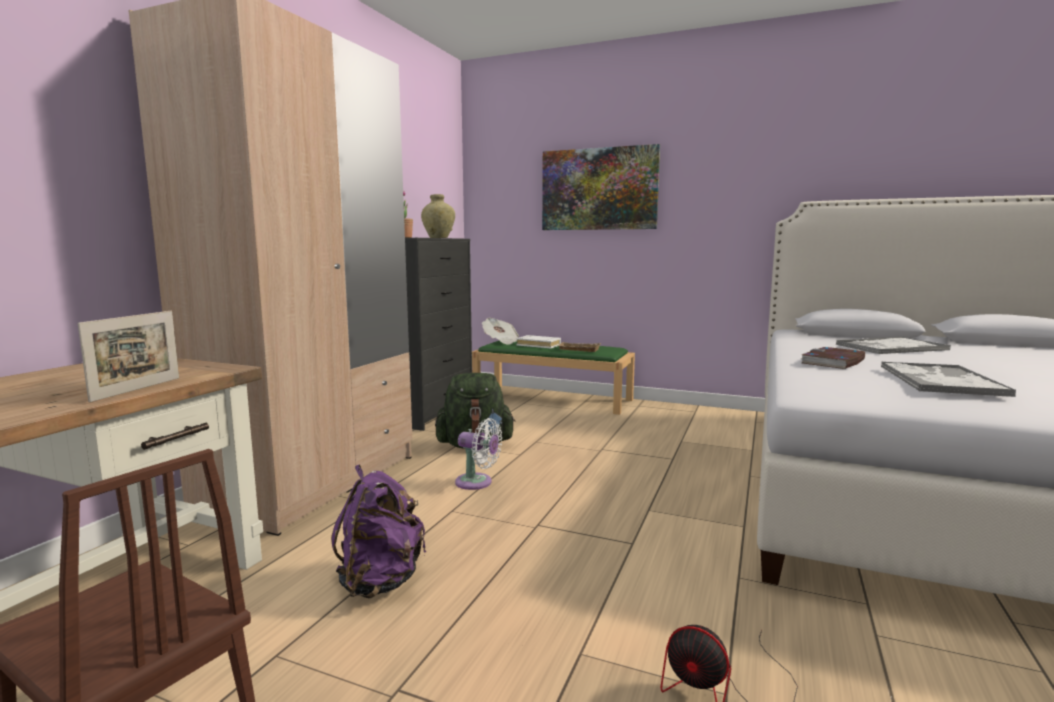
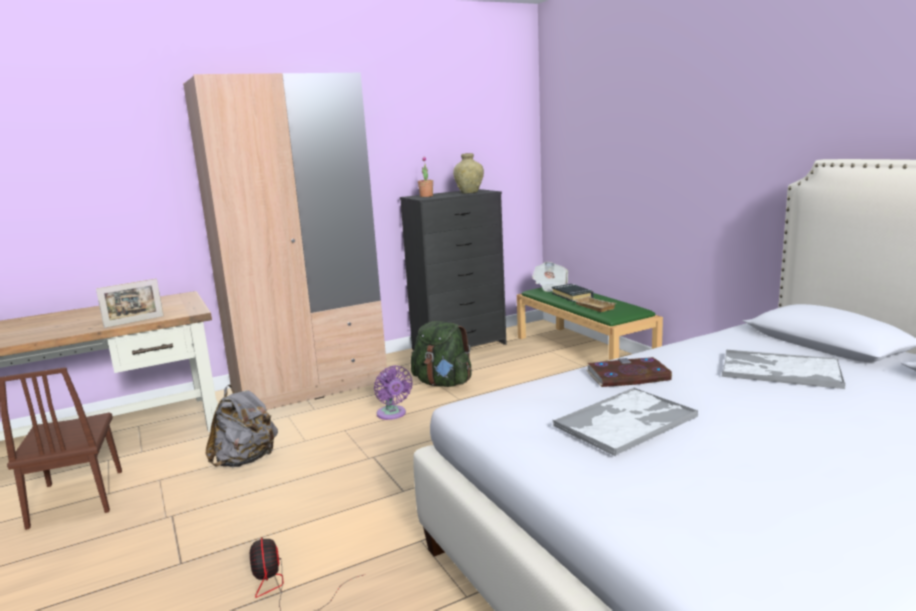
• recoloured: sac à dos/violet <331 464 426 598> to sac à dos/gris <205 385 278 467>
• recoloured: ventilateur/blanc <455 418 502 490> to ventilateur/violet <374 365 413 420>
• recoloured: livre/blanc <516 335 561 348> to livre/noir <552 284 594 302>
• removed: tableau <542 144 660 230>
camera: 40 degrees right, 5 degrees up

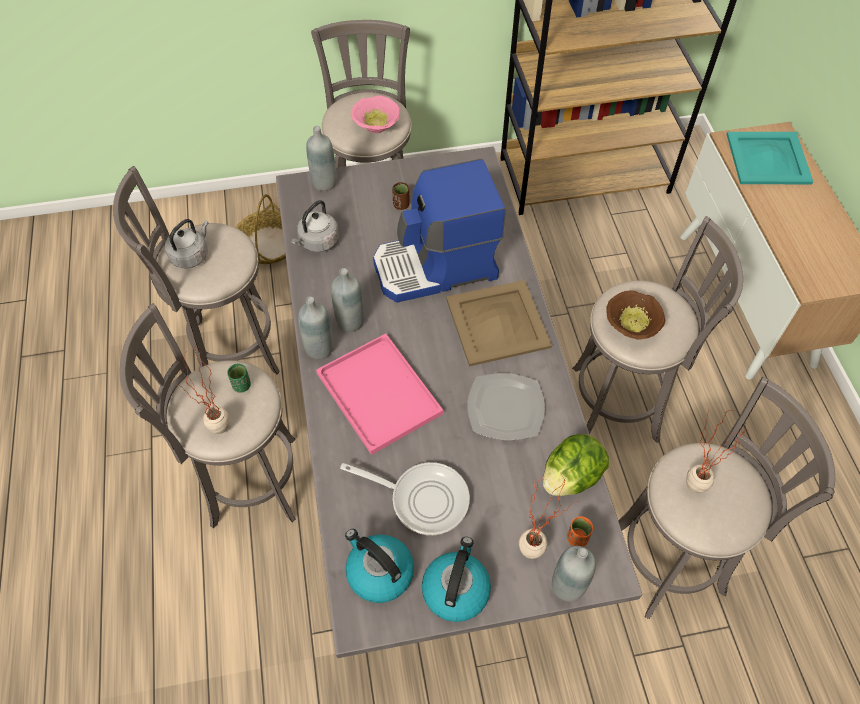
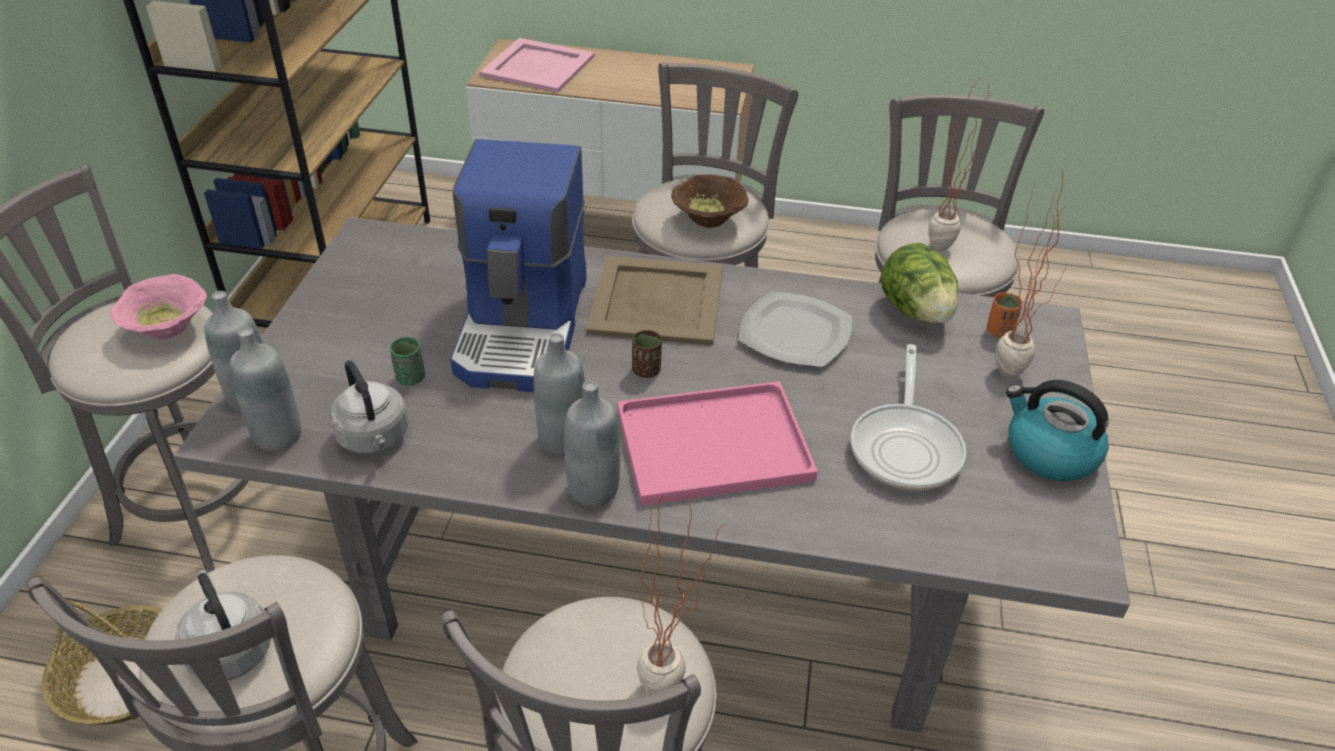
• moved: bouteille/gris <552 546 596 602> to <230 327 301 452>
• moved: tasse/vert <227 363 251 393> to <390 337 425 386>
• recoloured: plateau/turquoise <726 132 813 184> to plateau/rose <480 38 595 92>
• moved: tasse/marron <392 182 410 210> to <632 330 662 378>
• turned: poêle <340 462 470 535> = <850 344 966 490> 150 degrees clockwise
• removed: bouilloire <345 529 414 603>
camera: 70 degrees left, 15 degrees down

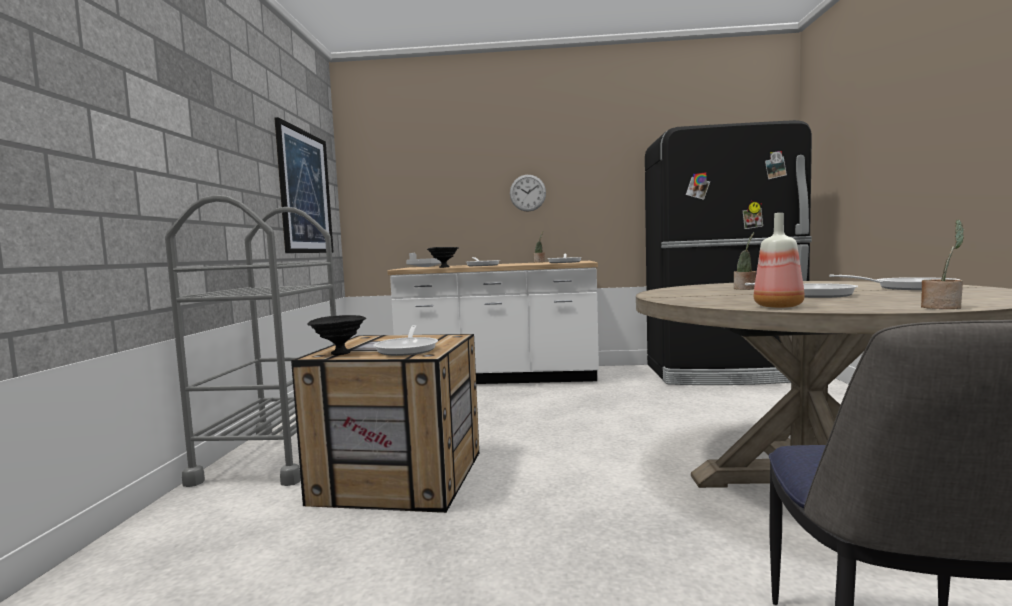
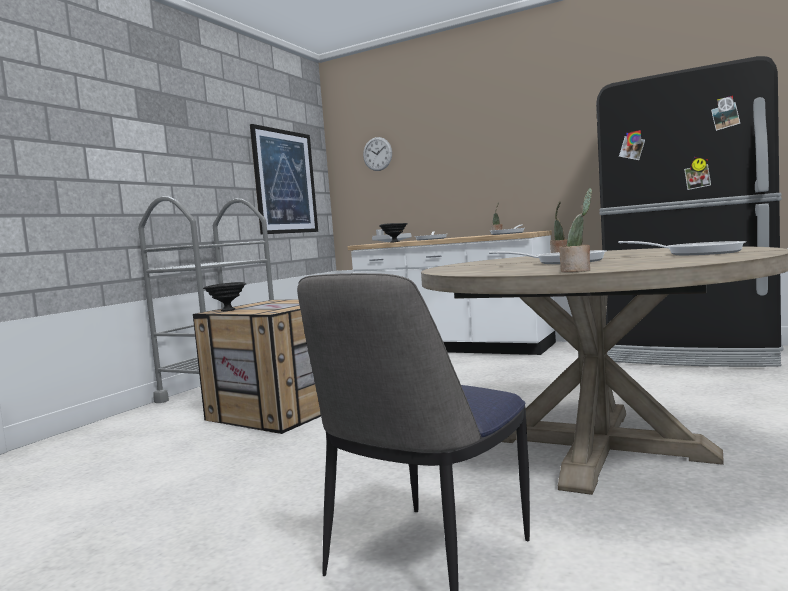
• moved: horloge murale <510 175 546 212> to <363 137 392 171>
• removed: poêle <373 325 438 356>
• removed: bouteille <754 213 805 308>
camera: 25 degrees right, 0 degrees up

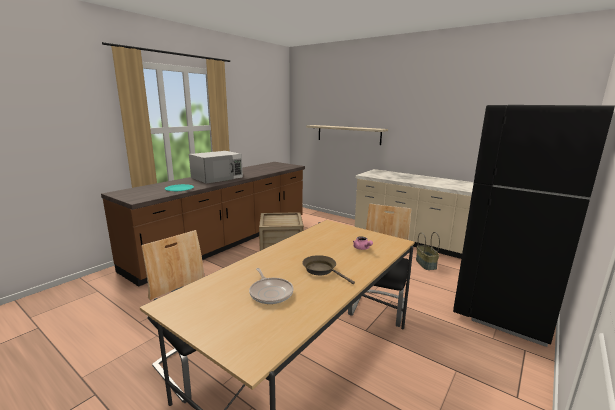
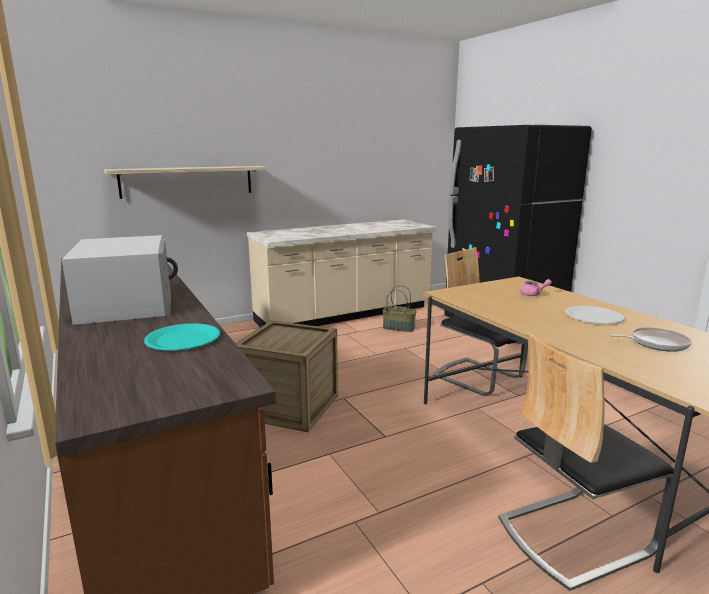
• replaced: poêle/marron <302 255 355 284> to assiette/blanc <565 306 624 324>
camera: 65 degrees left, 0 degrees up

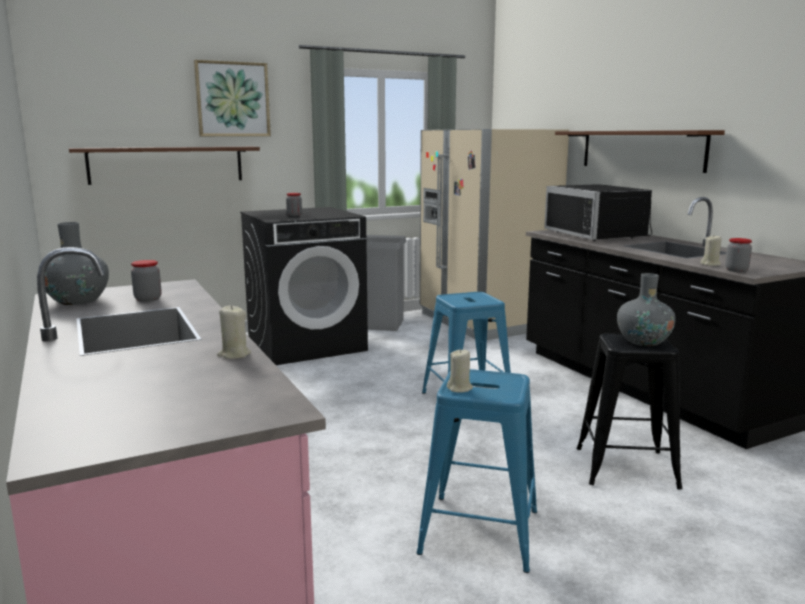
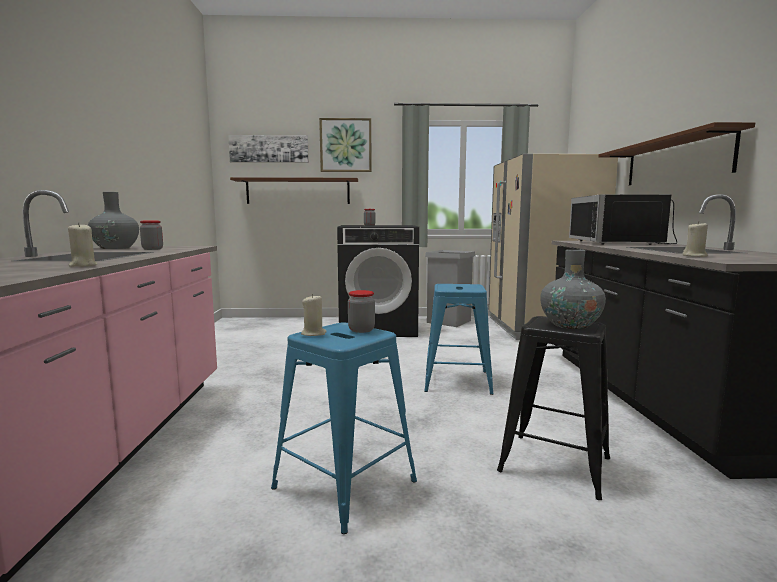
• added: tableau <228 135 309 163>
• moved: bocal <725 238 752 272> to <348 290 375 333>
camera: 25 degrees right, 5 degrees down

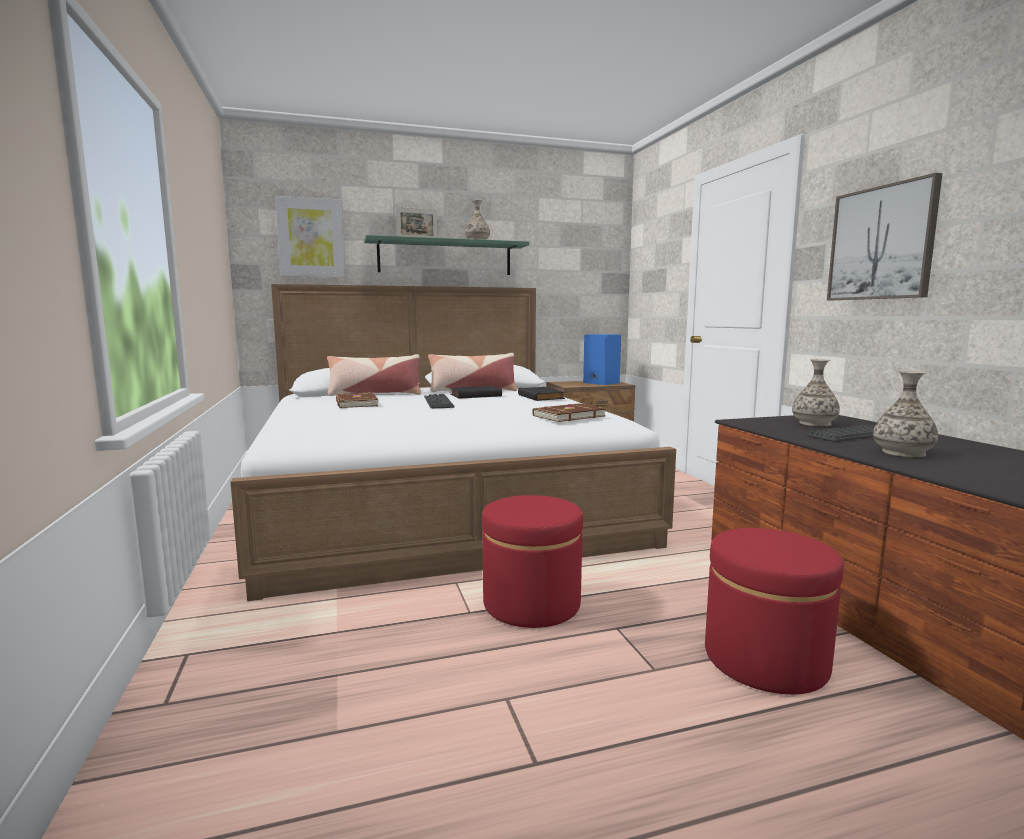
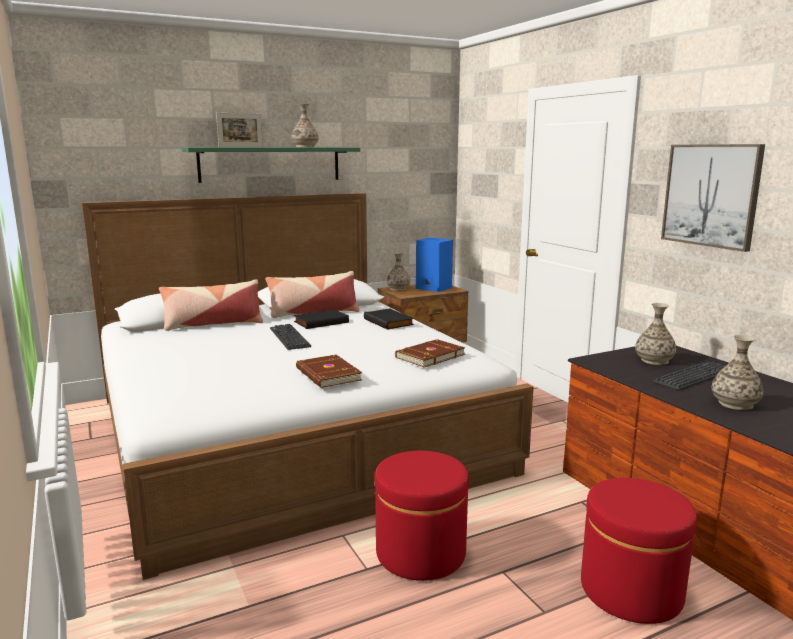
• moved: livre/marron <336 392 378 408> to <296 355 362 388>
• added: vase <386 252 410 291>
• removed: tableau <275 196 345 278>
camera: 10 degrees left, 5 degrees up

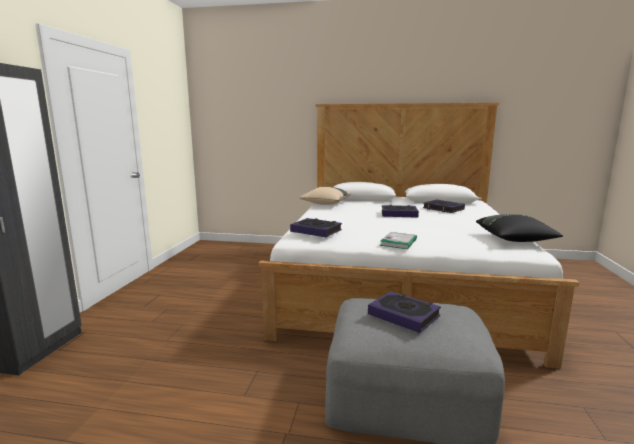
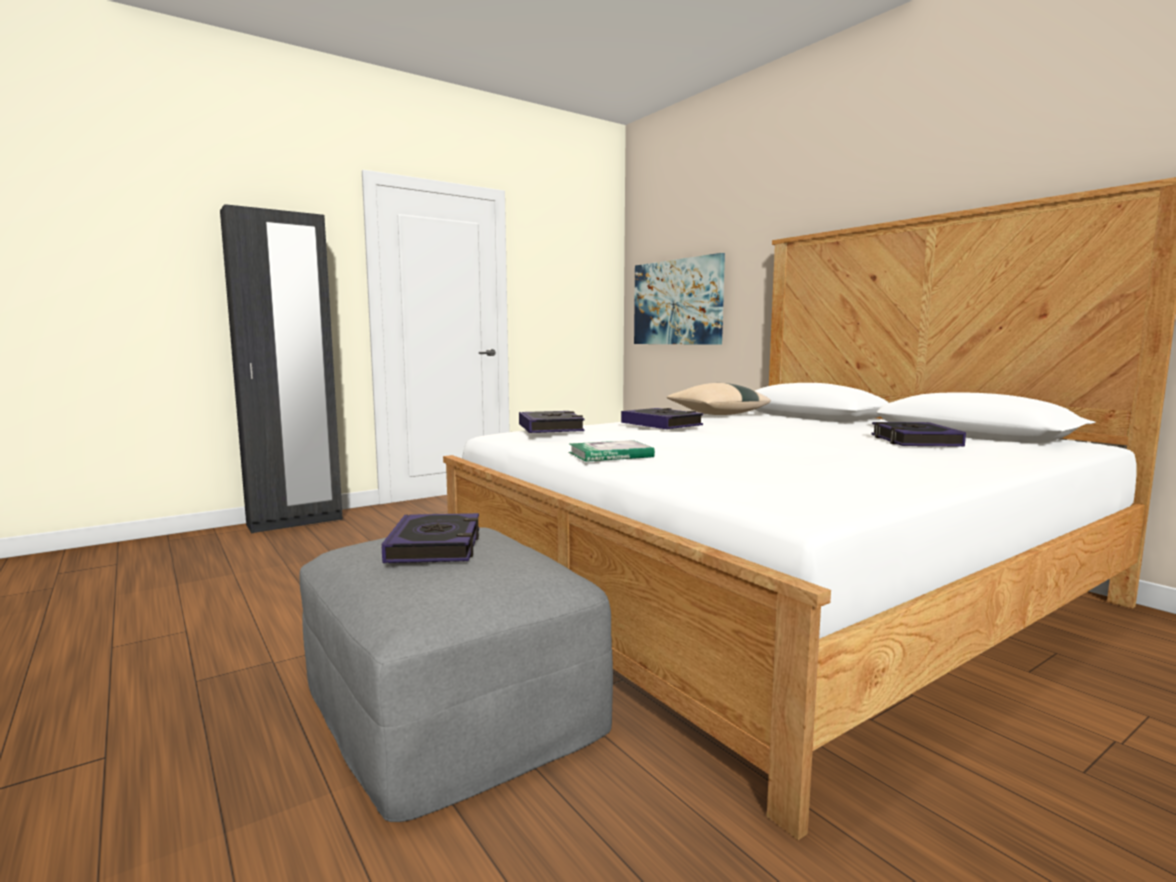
• moved: livre <382 205 419 218> to <621 408 703 429>
• added: tableau <634 253 725 345>
• removed: coussin/noir <476 214 563 242>
camera: 45 degrees right, 5 degrees down

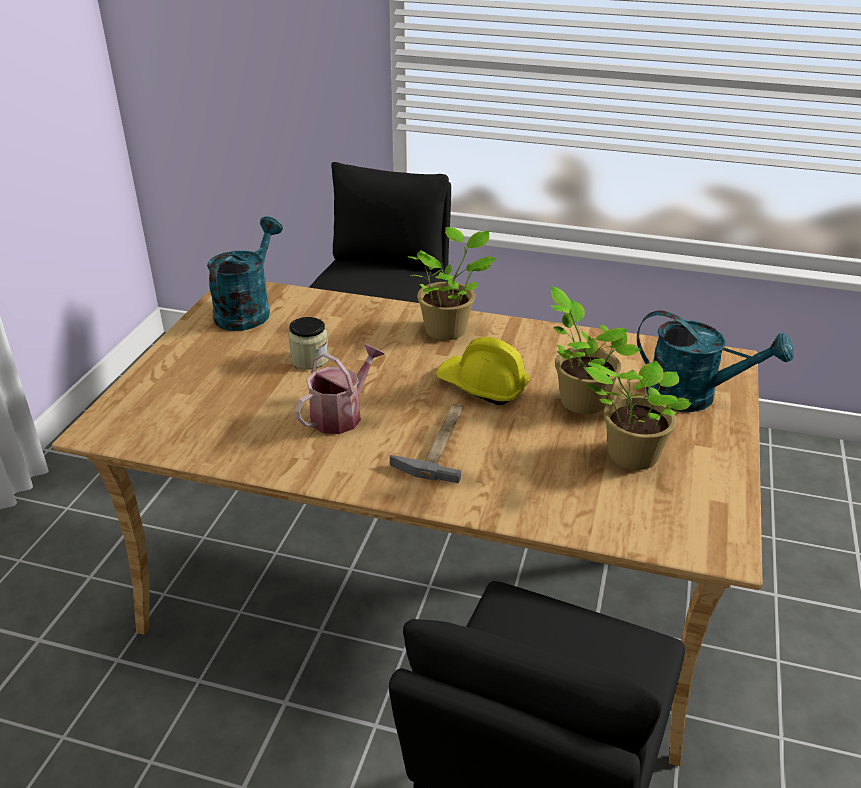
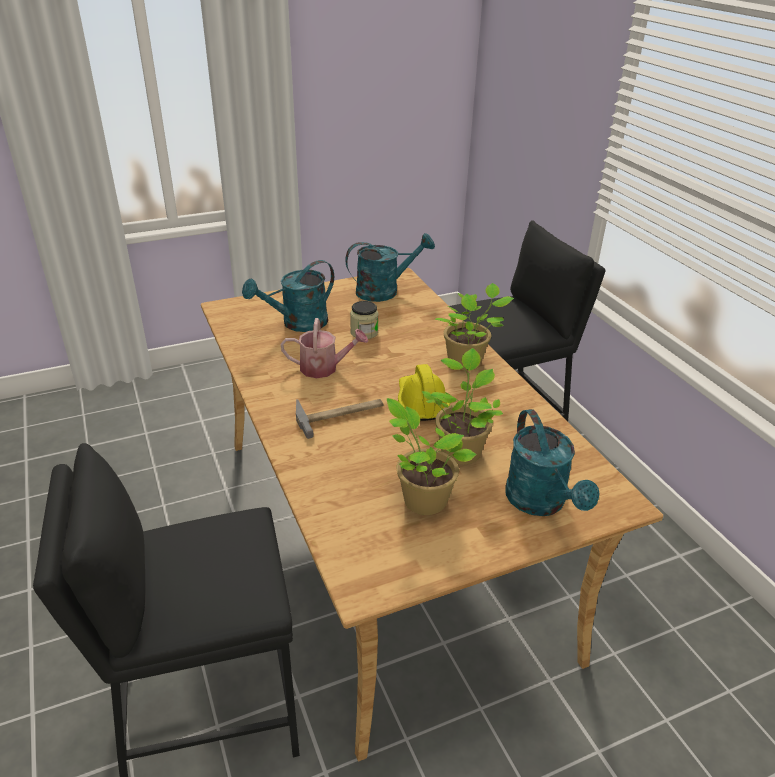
• added: arrosoir/turquoise <242 260 334 332>
camera: 50 degrees right, 0 degrees up

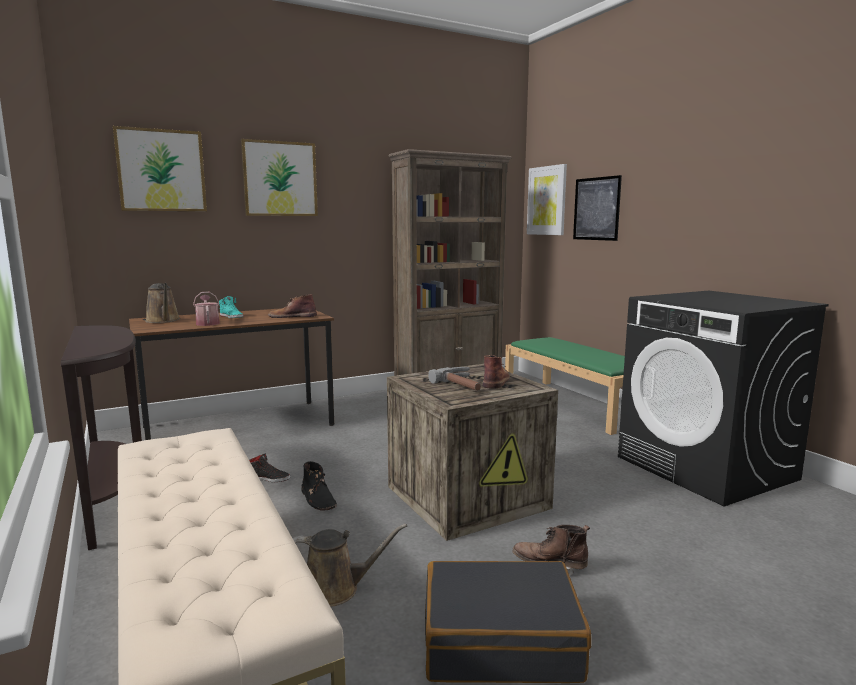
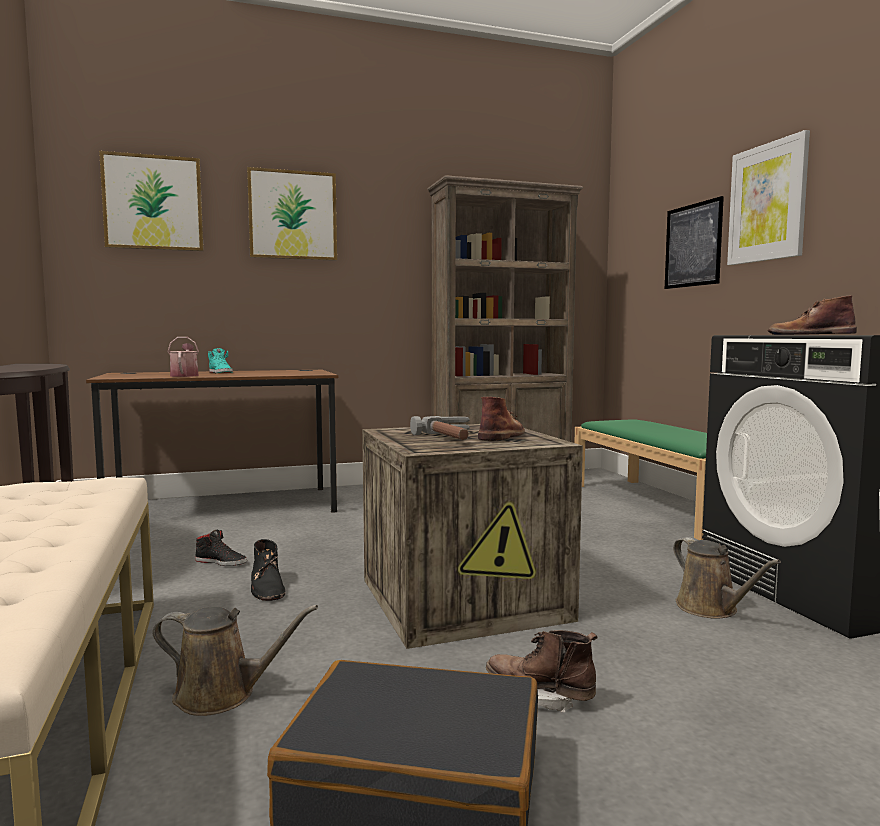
• moved: arrosoir/marron <145 283 180 323> to <673 537 781 618>
• moved: tableau <527 164 567 235> to <727 130 810 265>
• moved: botte/marron <268 294 317 318> to <768 295 857 335>
camera: 10 degrees right, 5 degrees down

